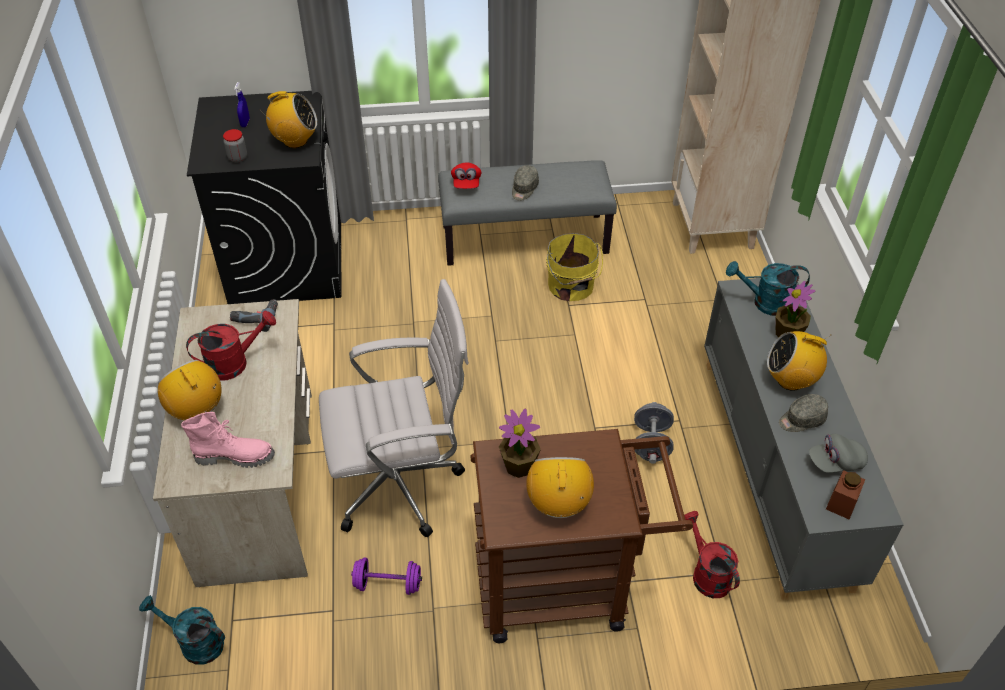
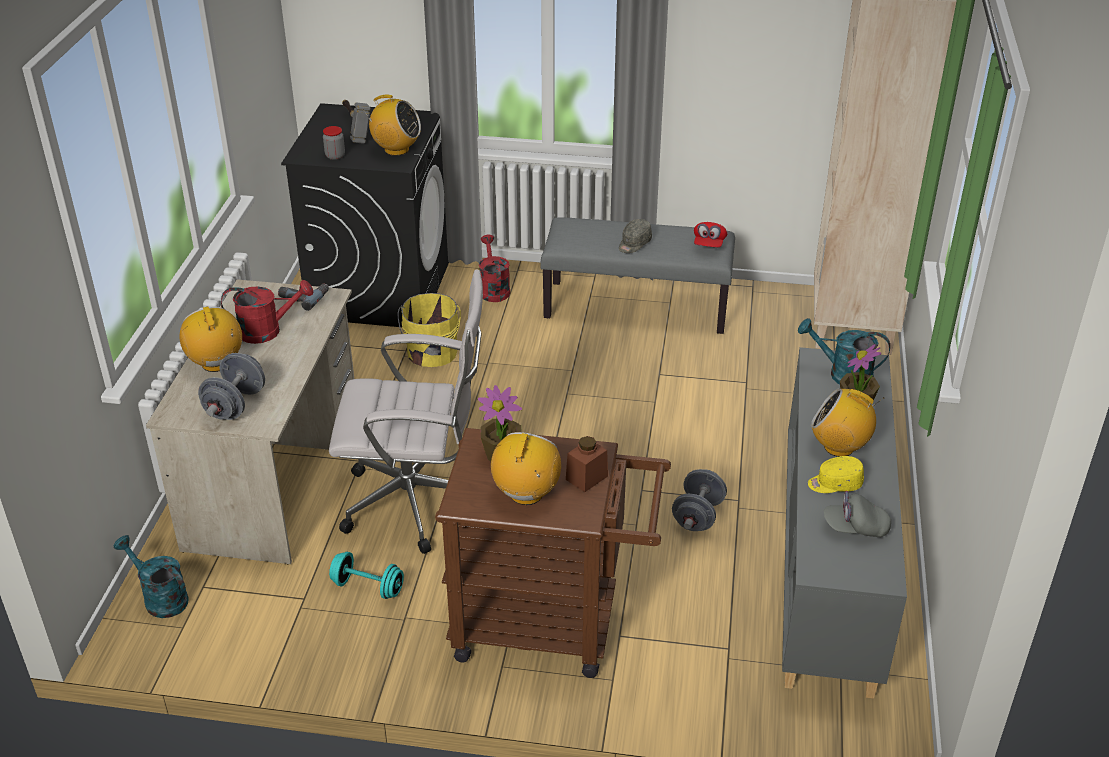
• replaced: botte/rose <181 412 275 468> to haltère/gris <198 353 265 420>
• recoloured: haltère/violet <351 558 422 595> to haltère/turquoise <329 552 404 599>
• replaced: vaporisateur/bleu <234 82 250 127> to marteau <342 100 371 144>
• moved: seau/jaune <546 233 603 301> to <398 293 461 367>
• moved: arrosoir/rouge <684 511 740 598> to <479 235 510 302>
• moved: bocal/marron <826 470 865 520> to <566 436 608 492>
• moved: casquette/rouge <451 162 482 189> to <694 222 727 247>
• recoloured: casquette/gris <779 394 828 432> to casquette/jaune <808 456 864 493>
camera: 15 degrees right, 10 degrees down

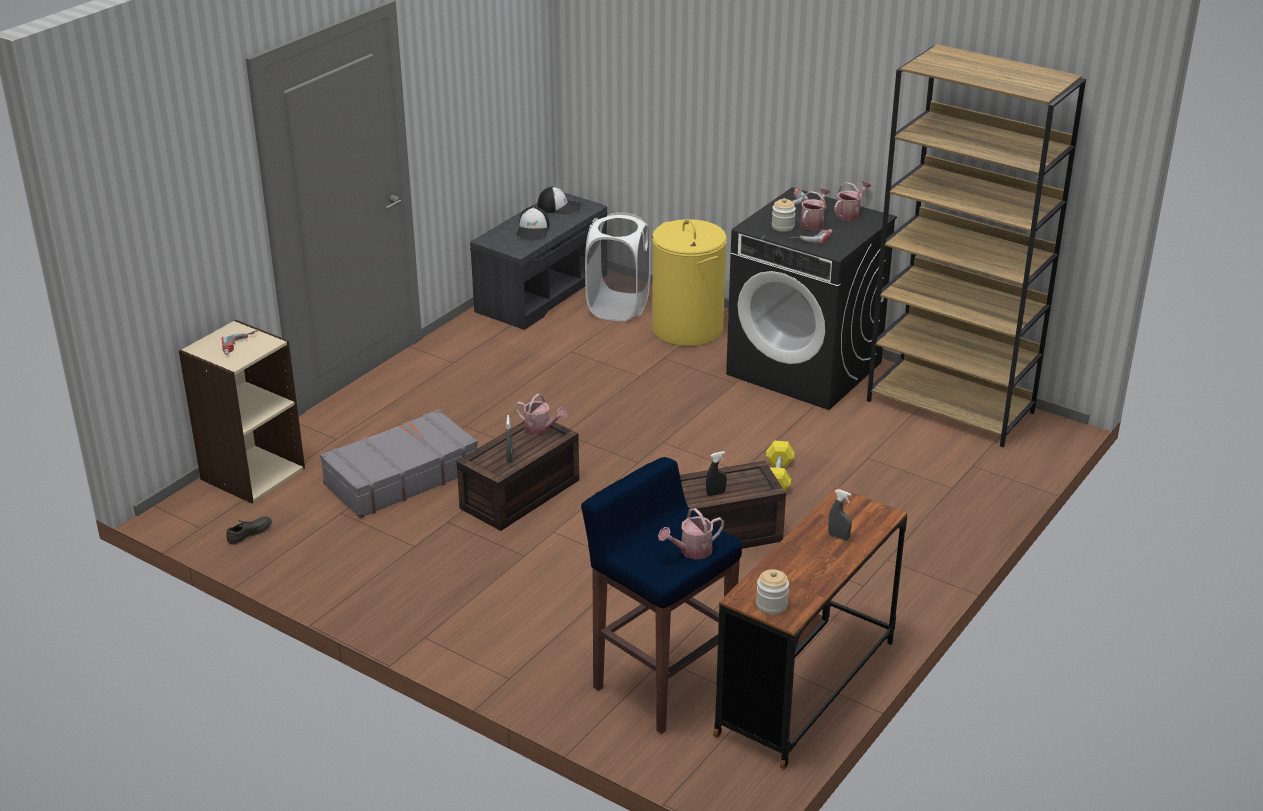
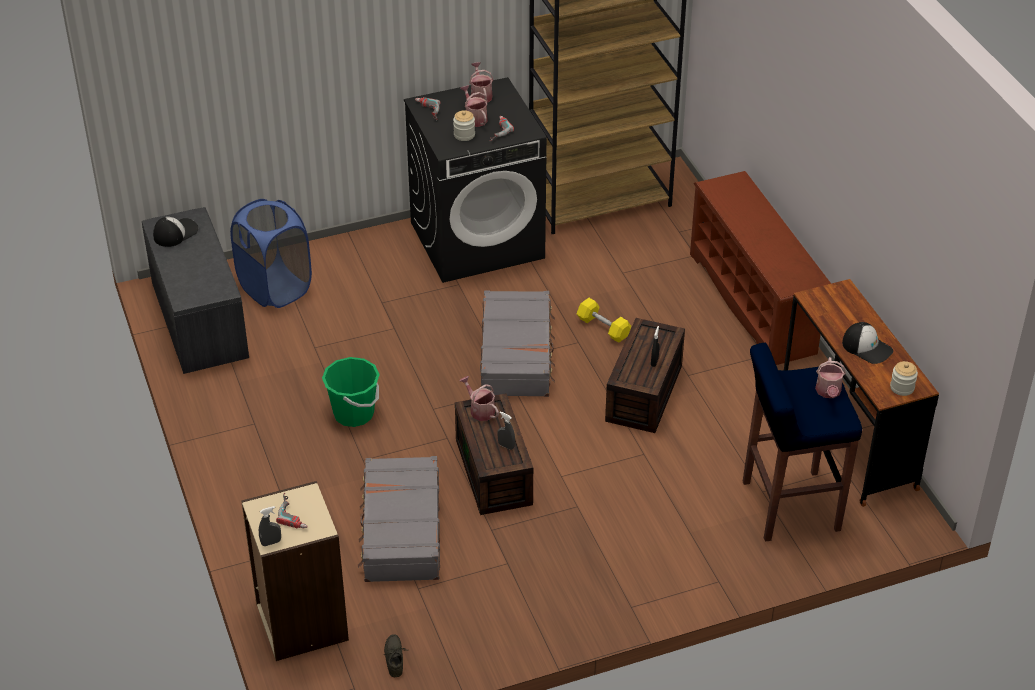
• recoloured: panier à linge/blanc <585 212 651 321> to panier à linge/bleu <230 199 312 308>
• moved: vaporisateur/gris <828 489 852 540> to <259 506 281 546>
• added: seau/vert <322 357 380 427>
• turned: arrosoir <515 393 568 435> = <459 376 499 421> 105 degrees counterclockwise
• added: valise/gris <480 290 555 397>
• added: étagère à chaussures/marron <690 171 831 365>
• moved: casquette <517 207 550 238> to <842 322 893 364>
• removed: panier à linge/jaune <652 219 727 346>
camera: 55 degrees left, 10 degrees up

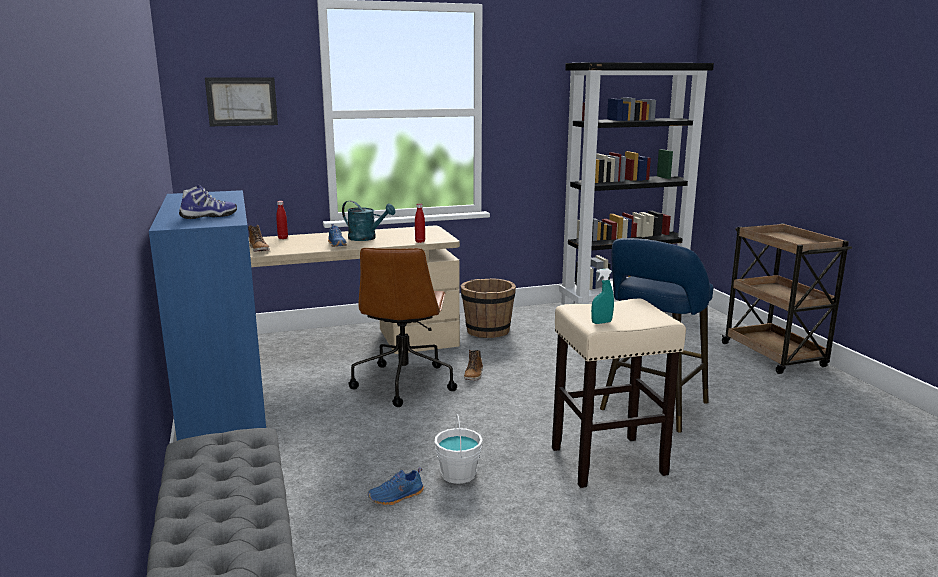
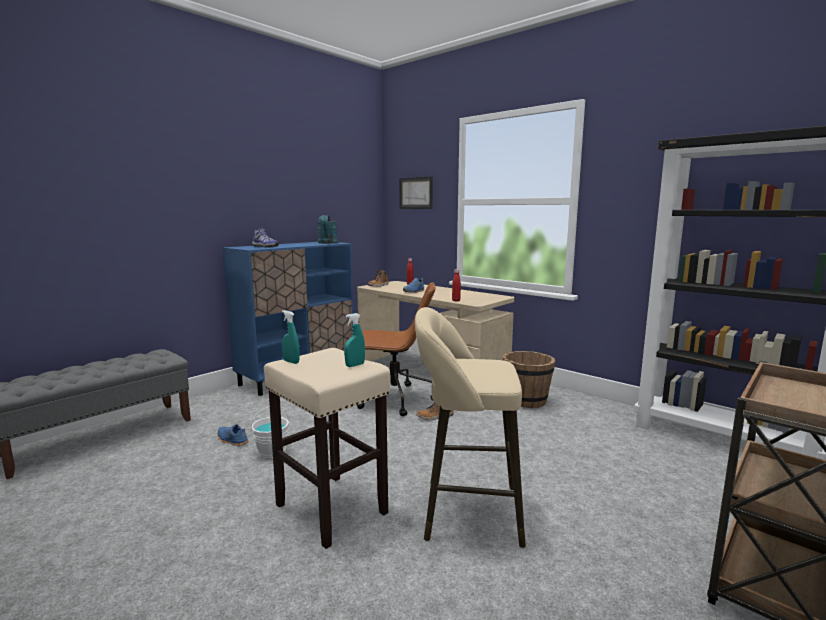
• moved: arrosoir/turquoise <342 201 395 241> to <318 215 338 244>
• added: vaporisateur/turquoise <344 313 365 367>
• turned: chaise de bureau/marron <349 248 457 407> = <357 282 436 416> 150 degrees counterclockwise
• recoloured: tabouret/bleu <600 238 713 432> to tabouret/beige <415 307 526 548>
camera: 60 degrees right, 5 degrees down

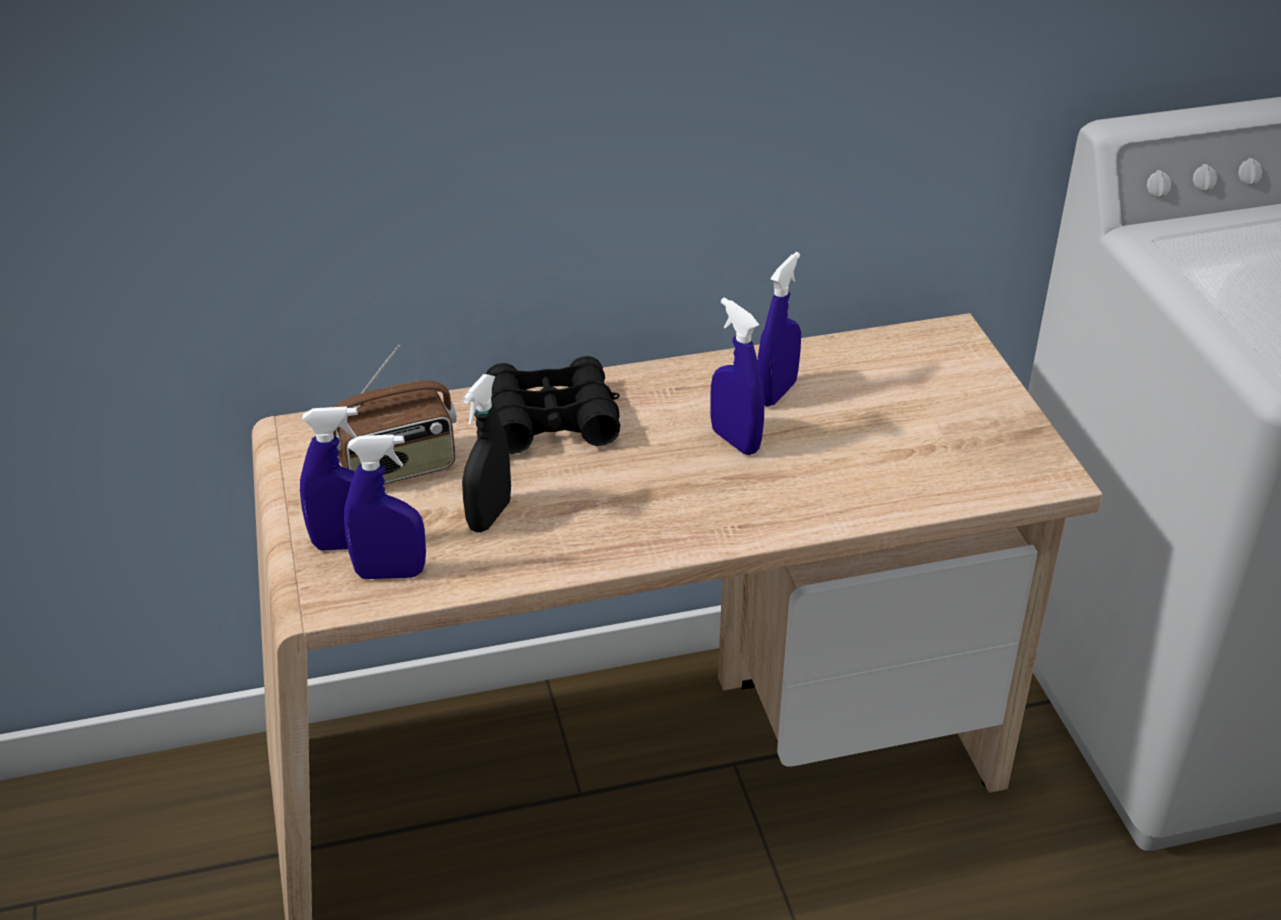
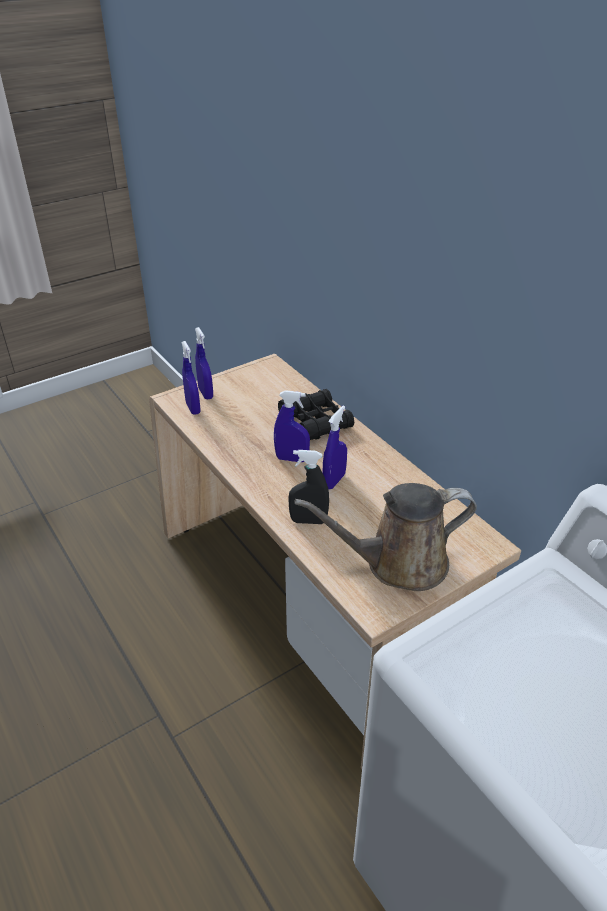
• moved: vaporisateur/bleu <758 252 801 407> to <274 390 310 462>
• moved: vaporisateur/noir <462 374 511 532> to <288 450 329 524>
• added: arrosoir/marron <294 483 477 591>
• removed: radio <333 345 457 485>
camera: 70 degrees right, 0 degrees up

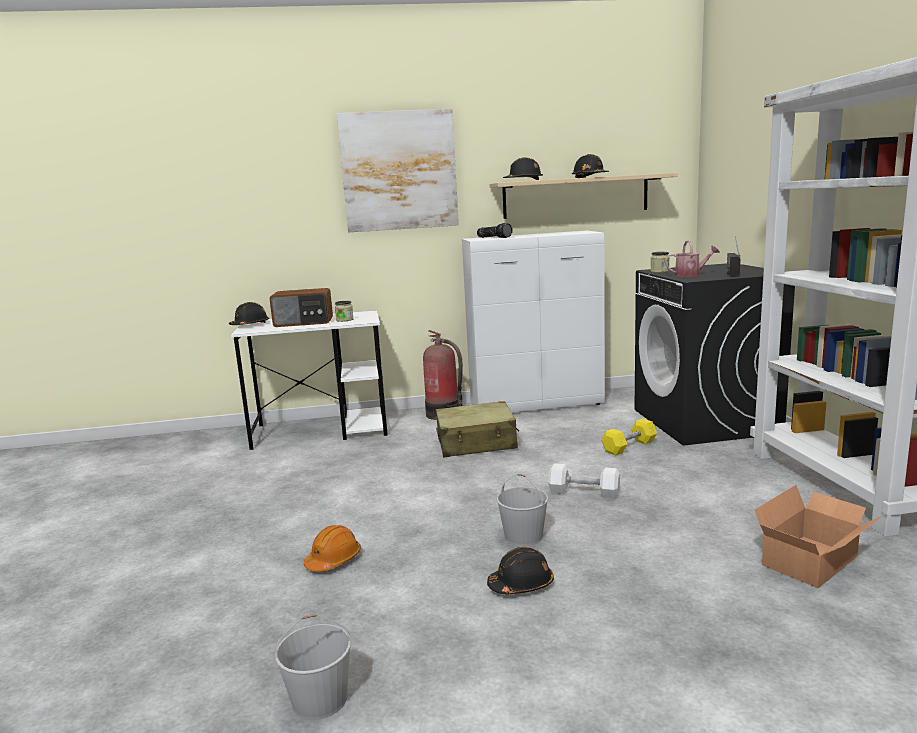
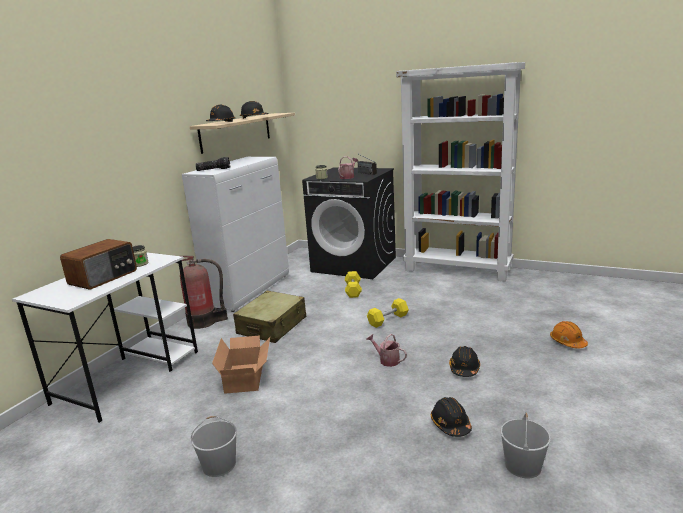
• moved: seau/blanc <497 474 548 546> to <191 416 237 477>
• moved: carton <755 485 882 588> to <212 335 270 394>
• added: arrosoir <366 334 407 367>
• recoloured: haltère/blanc <548 463 620 499> to haltère/jaune <367 298 409 328>
• moved: casque de chantier/noir <229 302 269 325> to <431 397 472 437>
• moved: casque de chantier/orange <304 525 361 571> to <550 321 588 348>
• removed: tableau <337 109 459 232>
camera: 55 degrees left, 5 degrees up

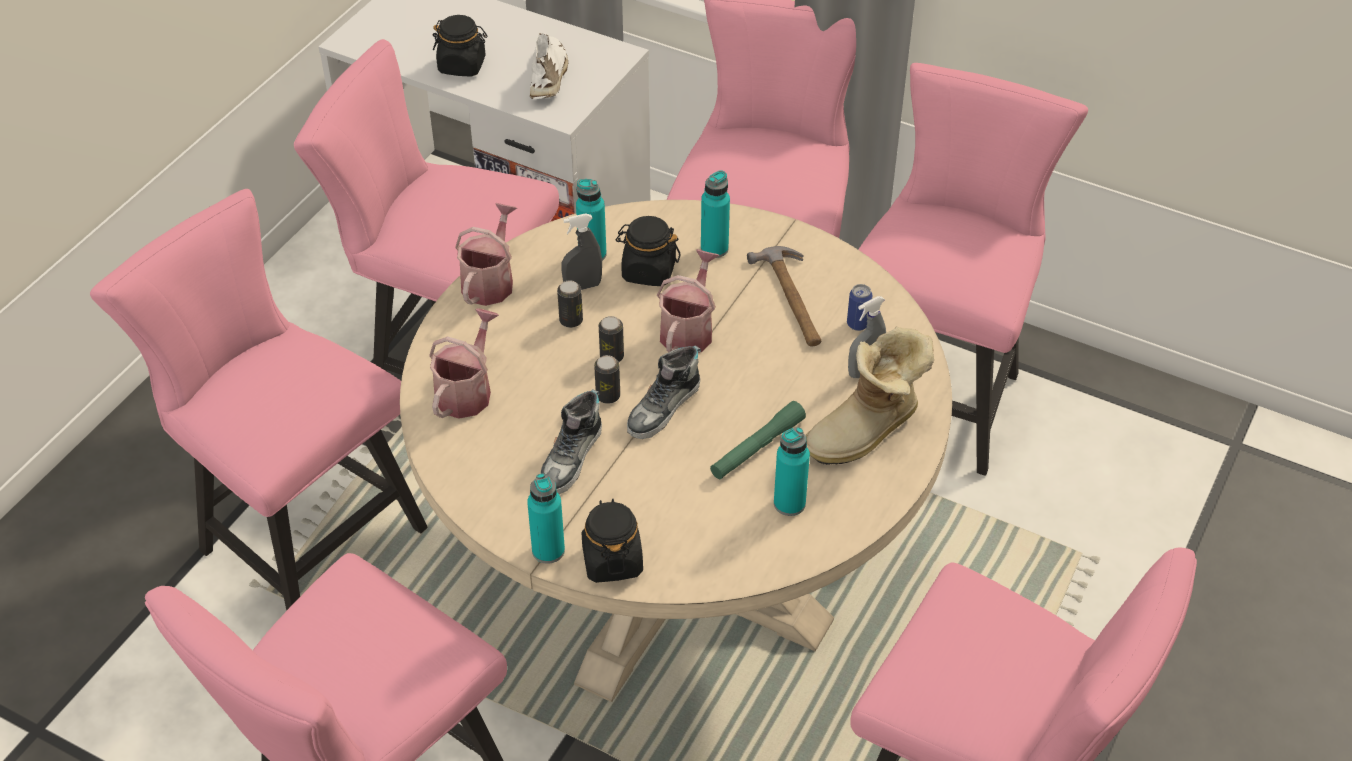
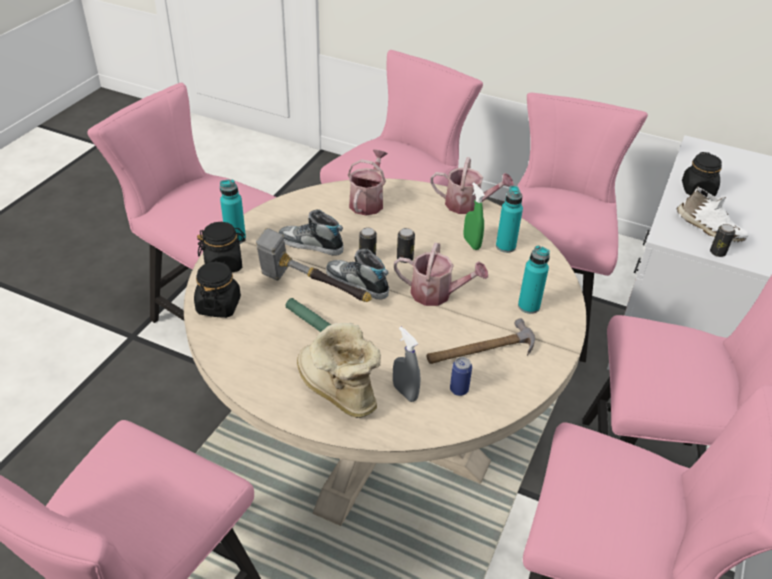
• moved: bocal/noir <616 216 681 286> to <194 261 241 318>
• added: marteau <256 228 372 302>
• turned: arrosoir <429 308 499 419> = <348 149 388 216> 90 degrees counterclockwise
• recoloured: vaporisateur/gris <561 213 602 290> to vaporisateur/vert <464 182 485 250>
• turned: chaussure/blanc <530 33 569 100> = <677 187 748 242> 45 degrees clockwise
• moved: boîte métallique <557 280 583 328> to <710 224 735 257>
• removed: bouteille/turquoise <774 427 810 516>
camera: 85 degrees right, 5 degrees down

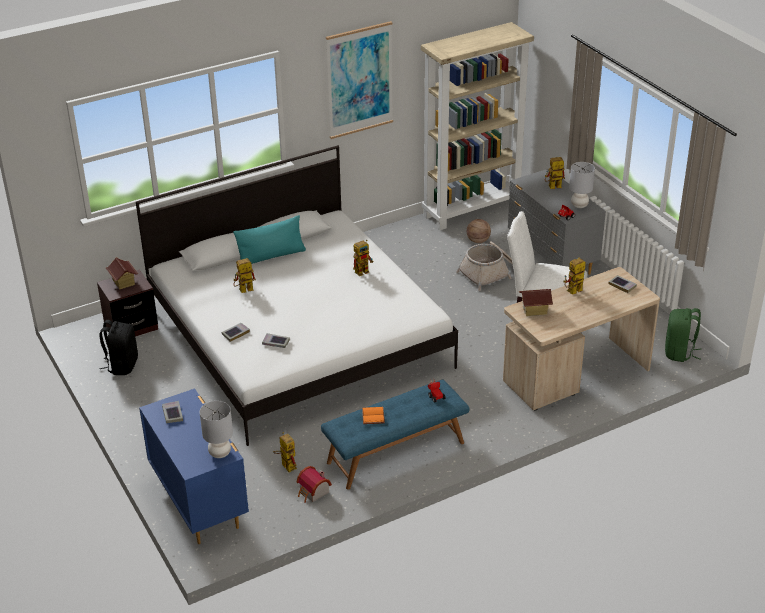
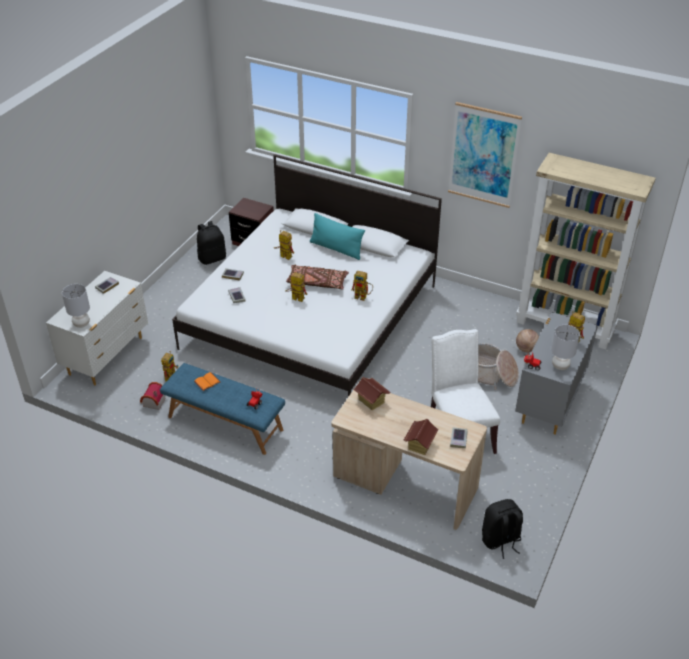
• recoloured: commode/bleu <139 388 249 544> to commode/blanc <46 271 148 385>
• moved: robot jouet <564 258 586 295> to <285 272 307 302>
• added: coussin/marron <286 265 349 290>
• moved: maison miniature <106 257 138 289> to <404 419 439 455>
• recoloured: sac à dos/vert <665 308 701 362> to sac à dos/noir <482 499 523 559>
camera: 55 degrees right, 5 degrees up

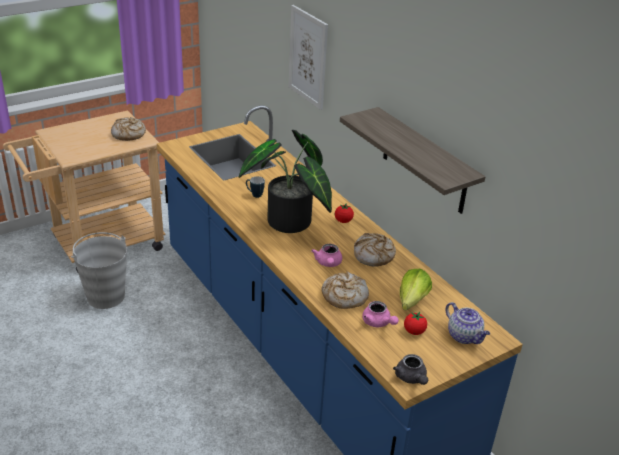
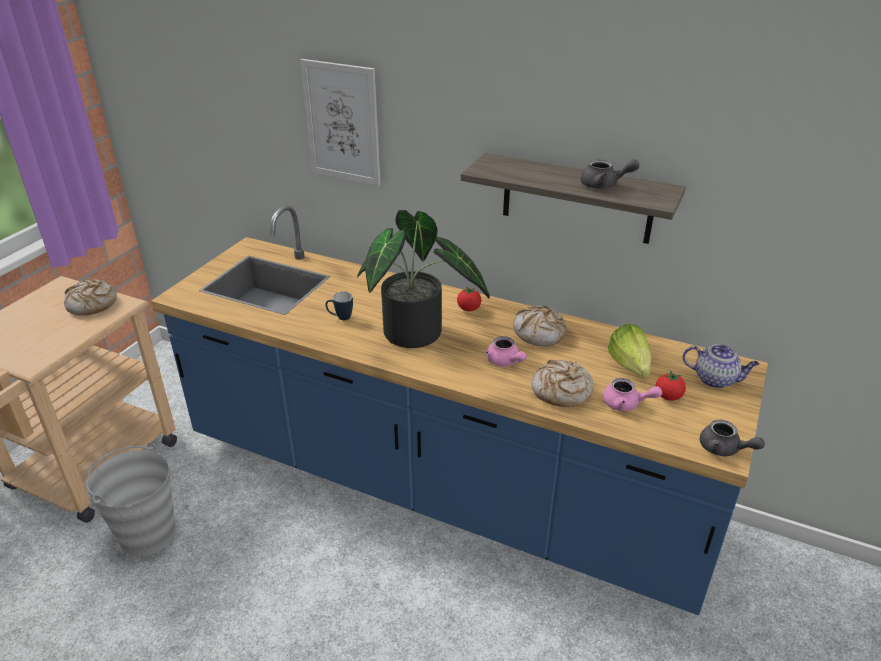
• added: théière/gris <581 159 640 189>
camera: 30 degrees left, 0 degrees up

